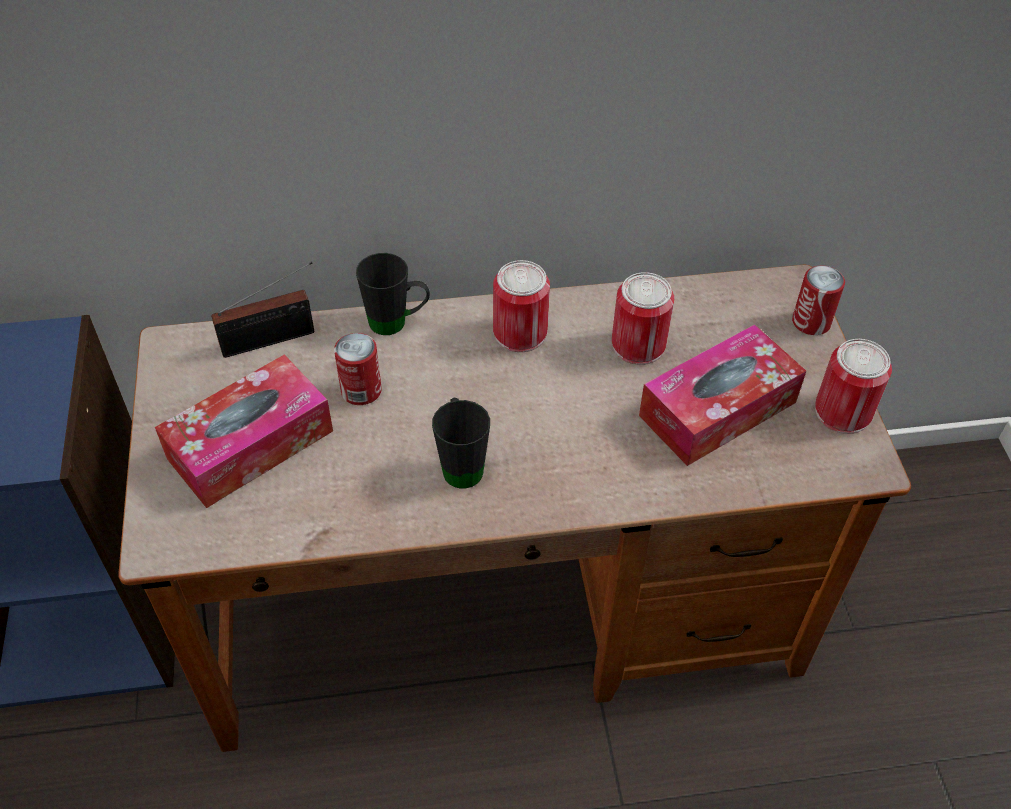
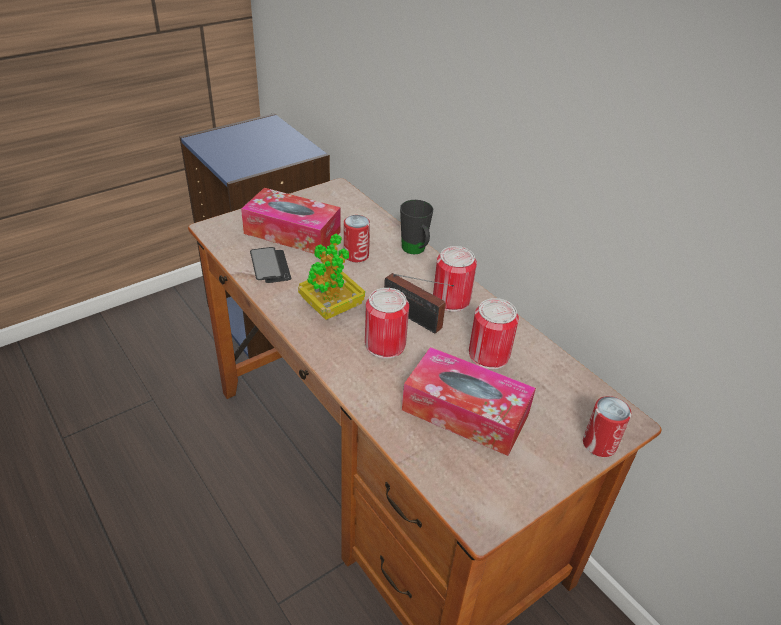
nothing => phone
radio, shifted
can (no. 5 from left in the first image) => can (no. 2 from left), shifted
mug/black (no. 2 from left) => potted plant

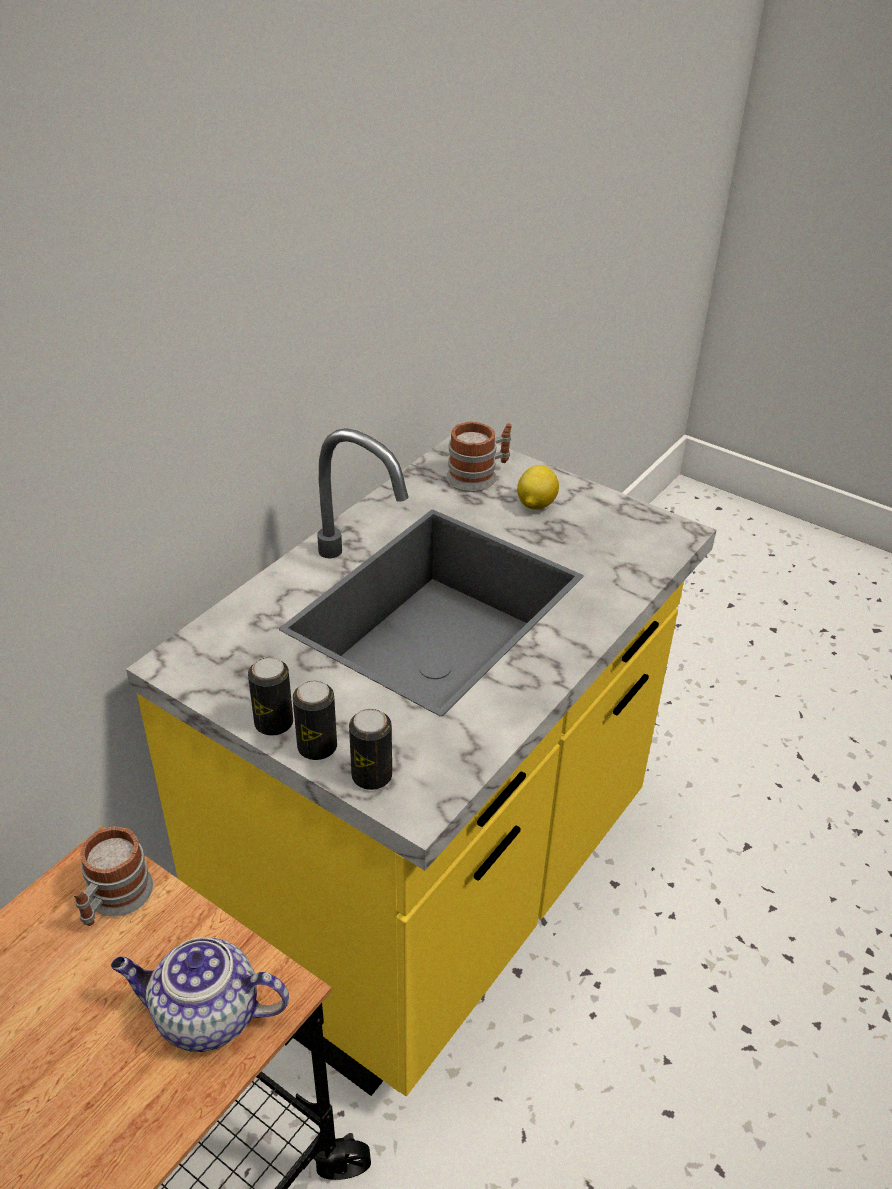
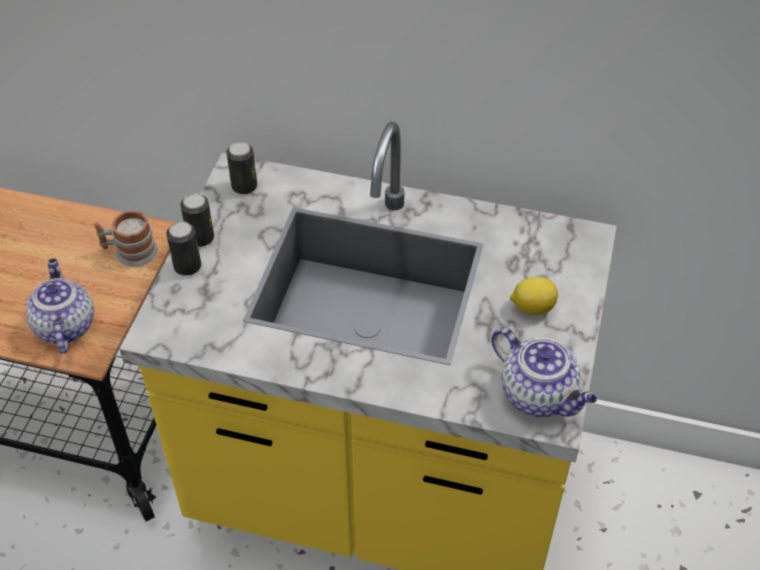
mug (no. 2 from left) => nothing
nothing => teapot (no. 2 from left)
can (no. 3 from left), shifted

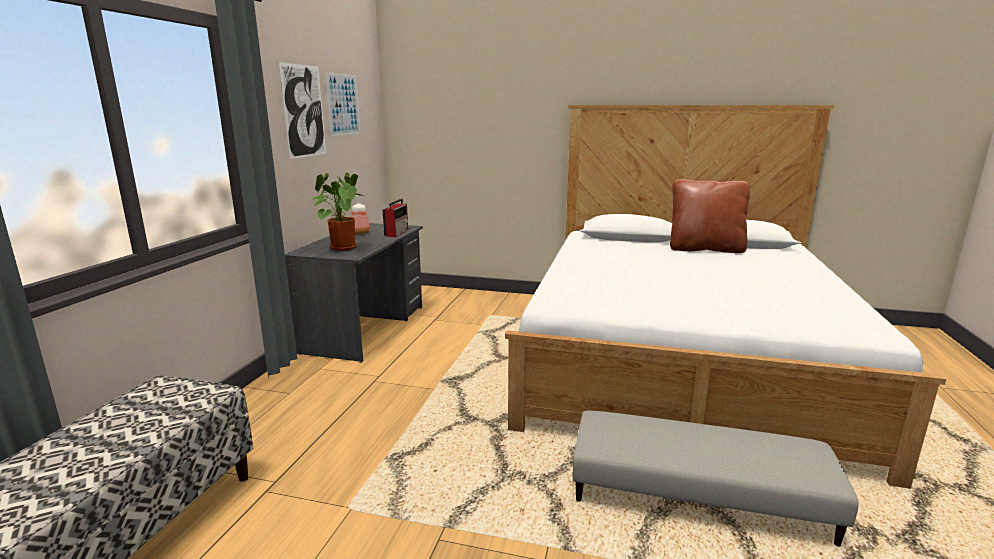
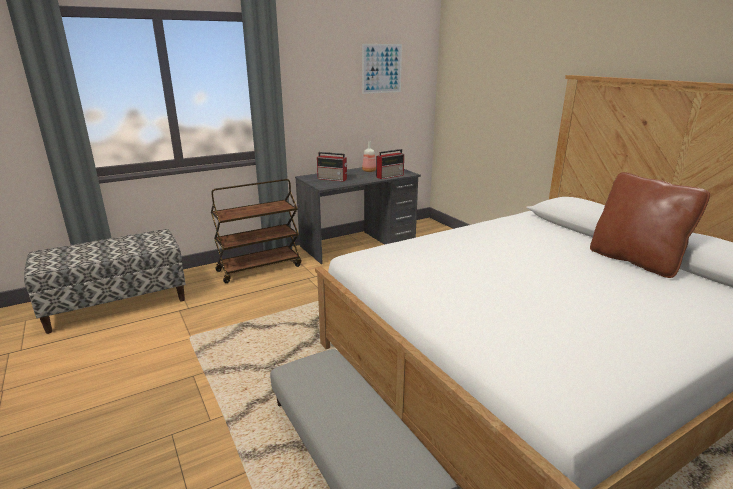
picture (no. 1 from left) => nothing
nothing => cart/brown
potted plant => radio (no. 1 from left)

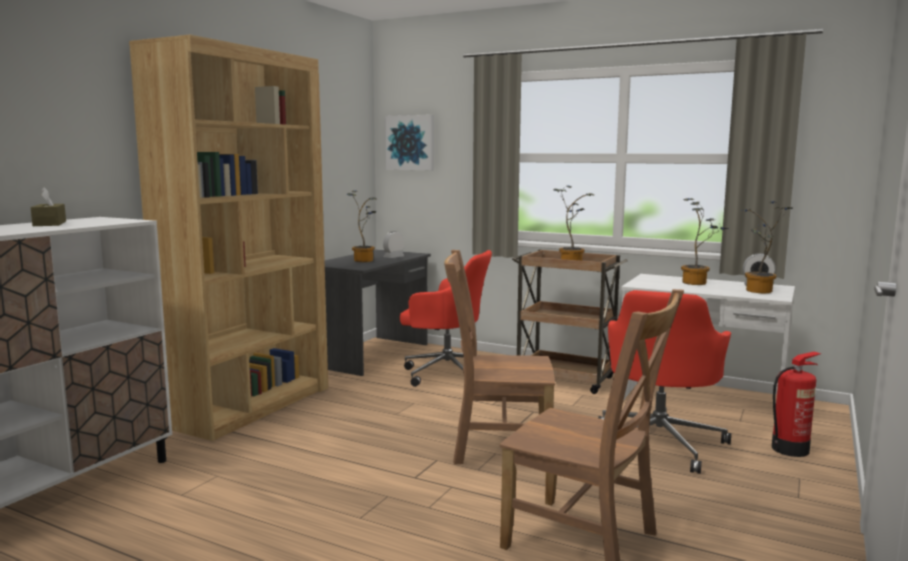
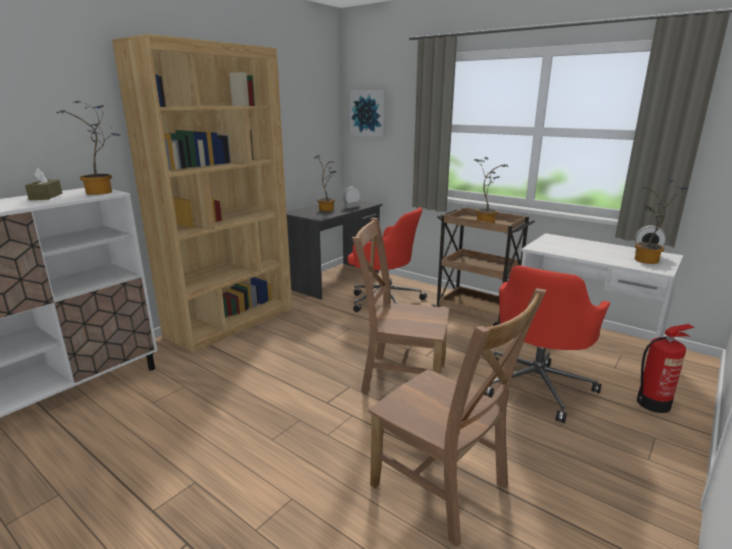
potted plant (no. 3 from left in the first image) => potted plant (no. 1 from left), shifted

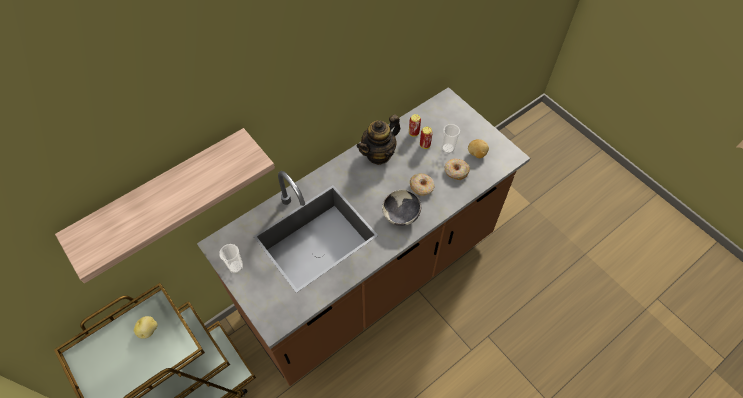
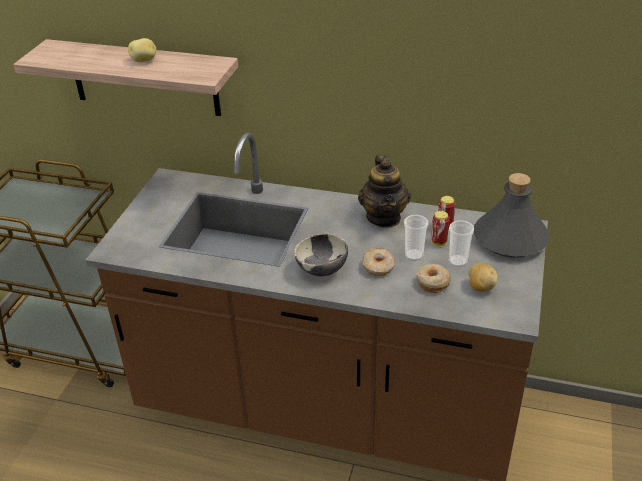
nothing => bottle/grey
potato (no. 1 from left), shifted
cup (no. 1 from left), shifted
teapot, 105 degrees counterclockwise

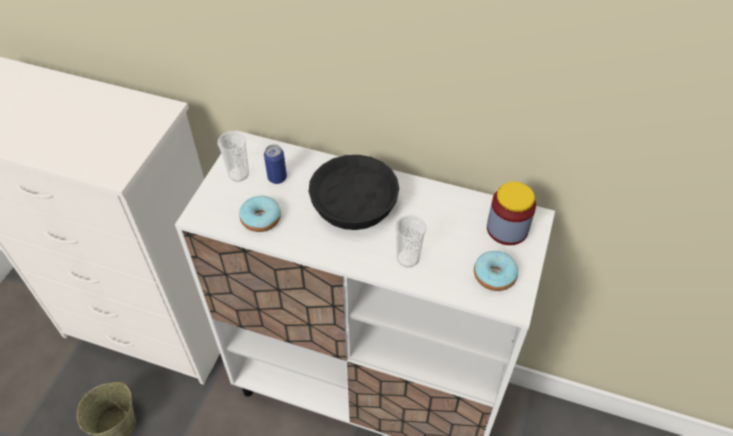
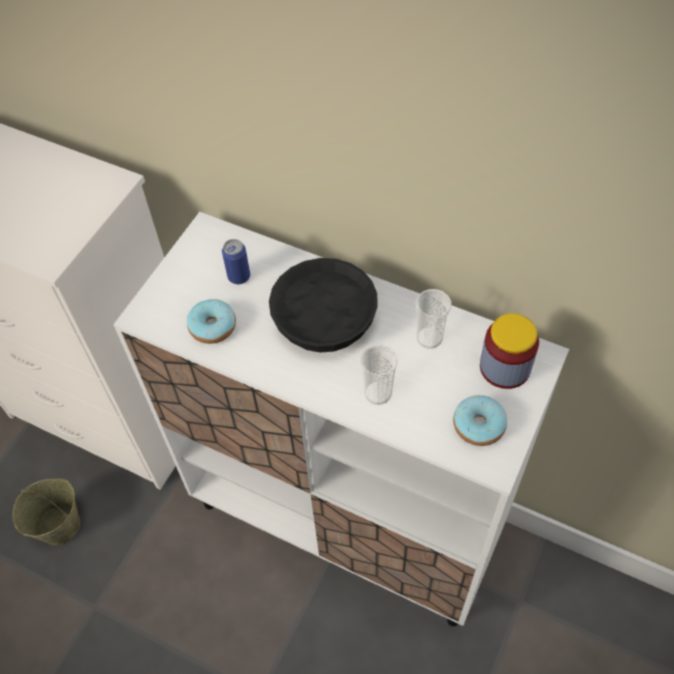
cup (no. 1 from left in the first image) => cup (no. 2 from left), shifted

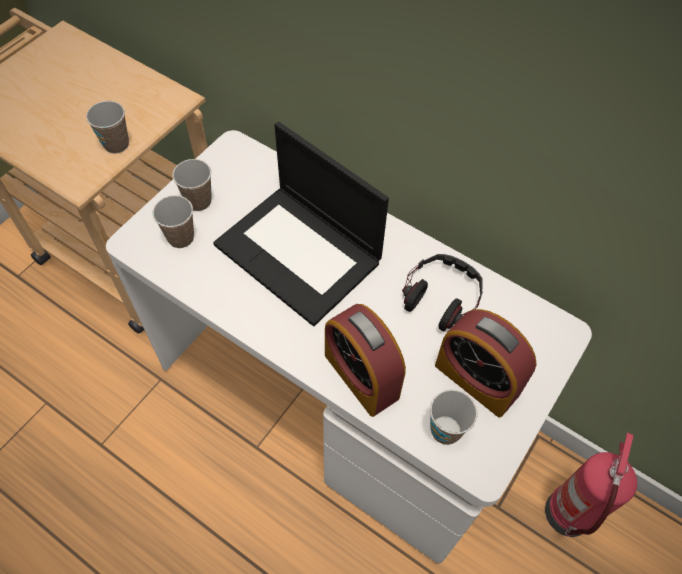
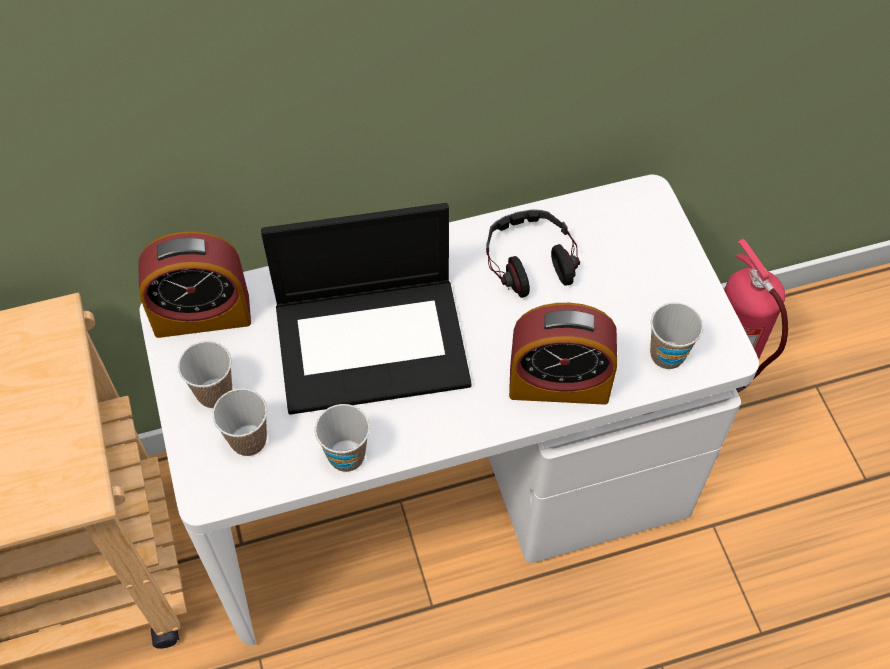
cup (no. 1 from left in the first image) => cup (no. 3 from left), shifted
alarm clock (no. 2 from left in the first image) => alarm clock (no. 1 from left), shifted

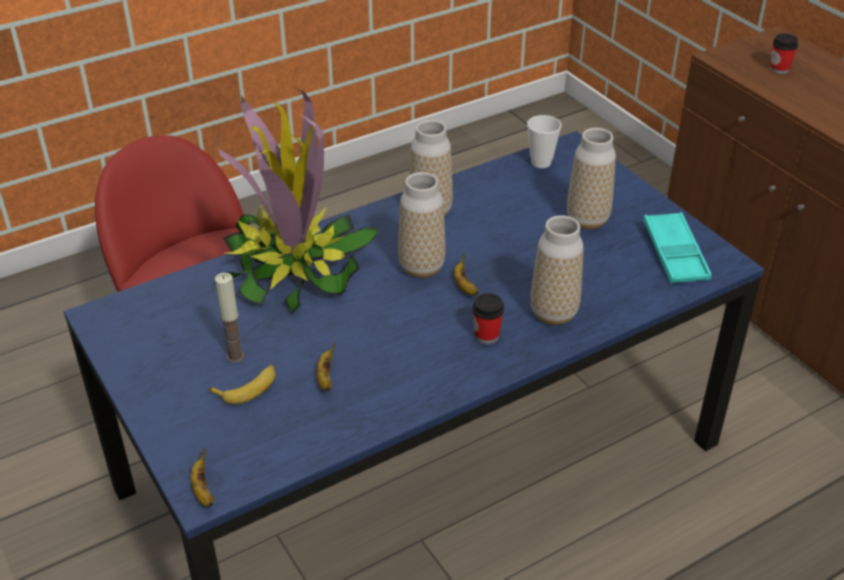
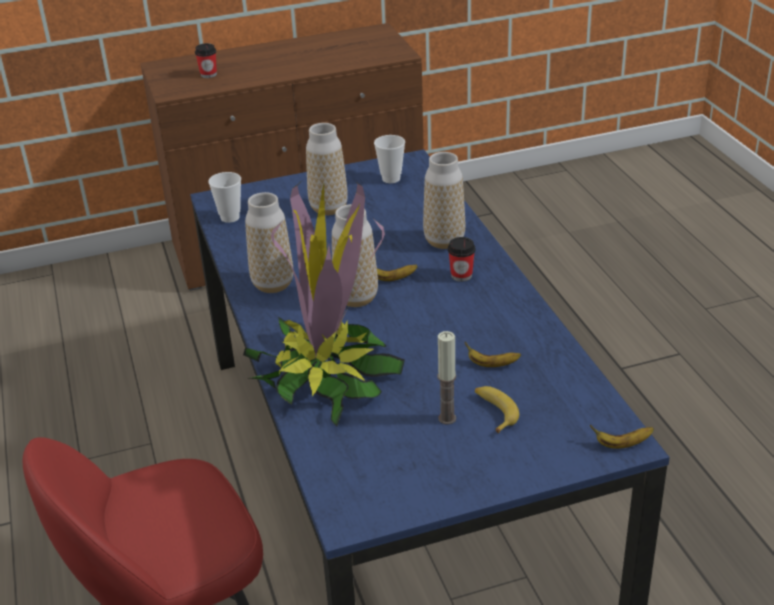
tray/turquoise => cup (no. 3 from left)

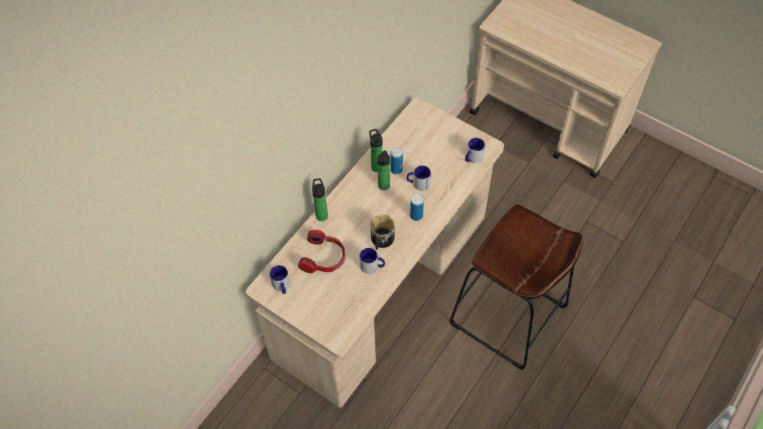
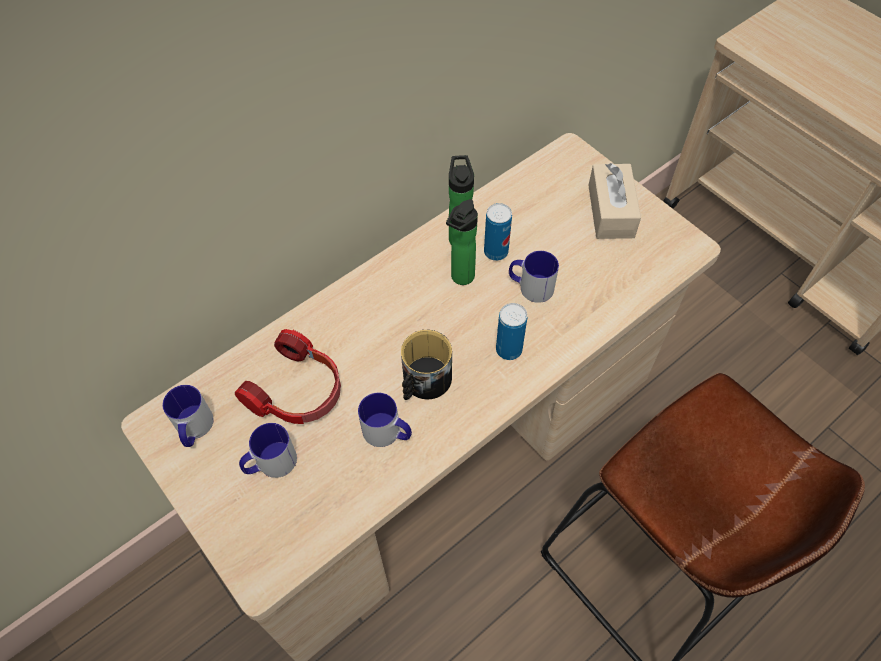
bottle (no. 1 from left) => nothing
nothing => tissue box/beige
mug (no. 5 from left in the first image) => mug (no. 2 from left), shifted

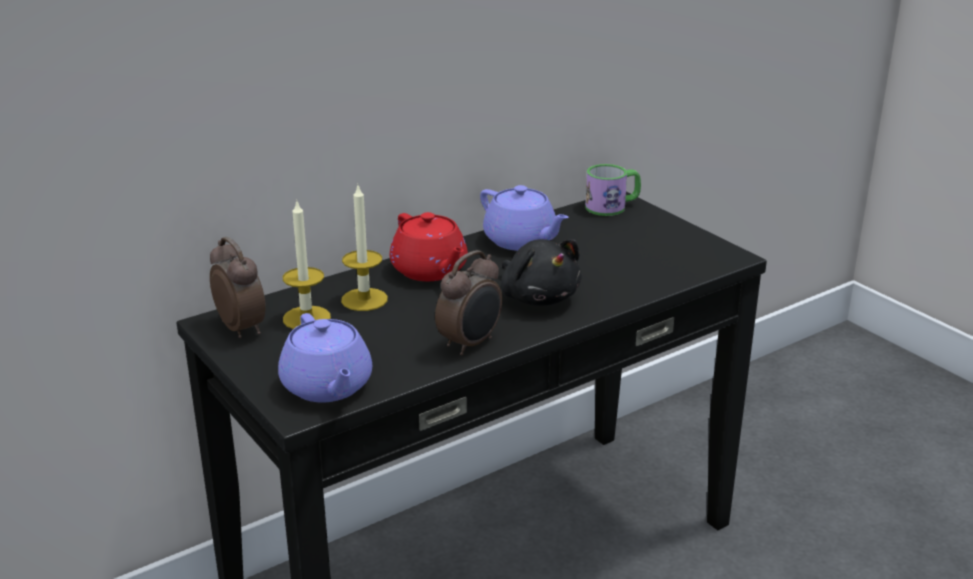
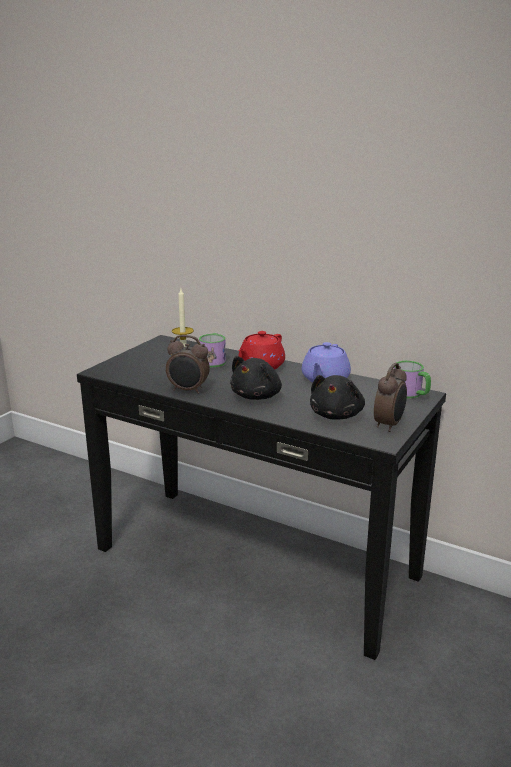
teapot/purple (no. 1 from left) => nothing
nothing => plush toy/black (no. 2 from left)
alarm clock (no. 1 from left in the first image) => alarm clock (no. 2 from left), shifted
candle (no. 2 from left) => mug (no. 1 from left)

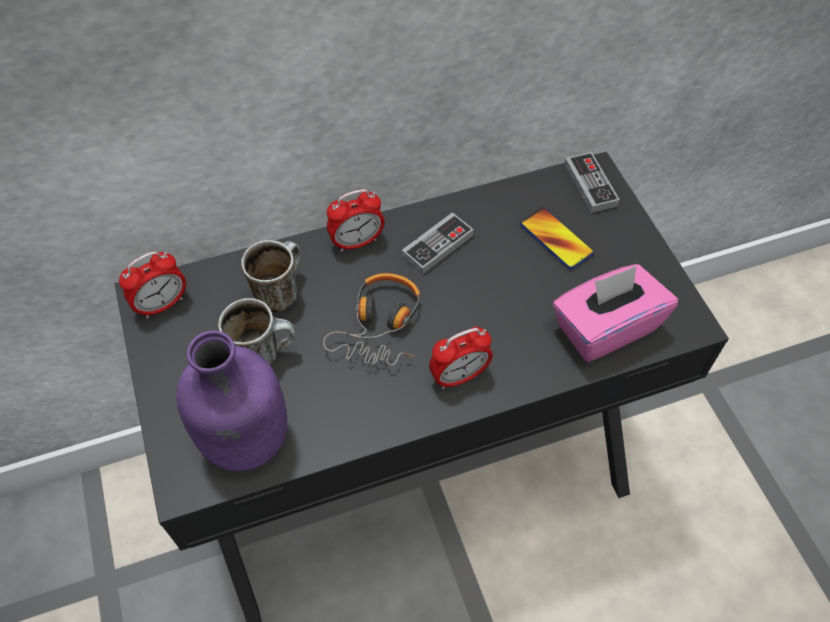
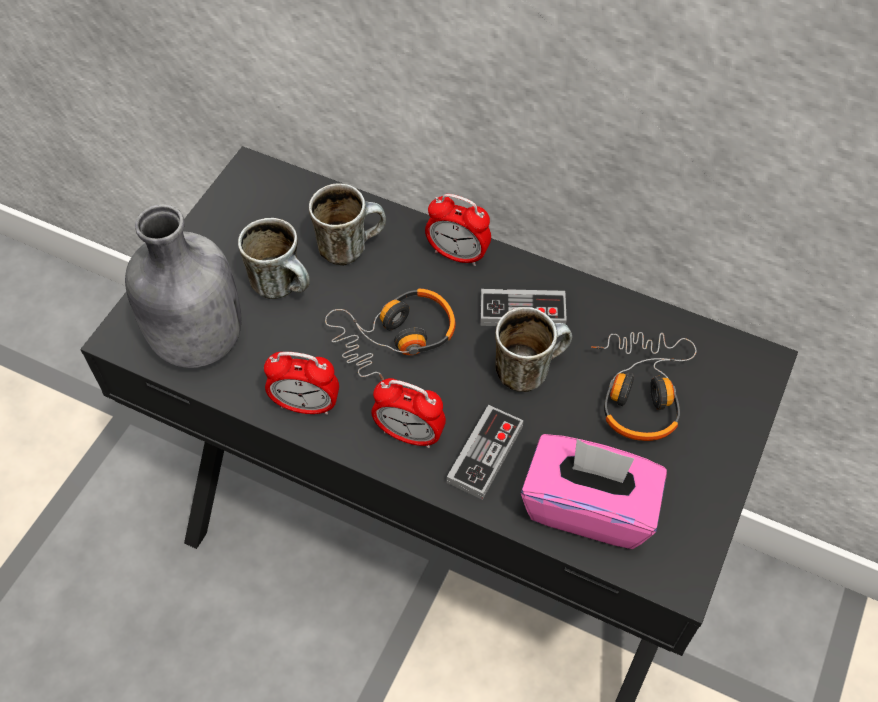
nothing => mug (no. 3 from left)
alarm clock (no. 1 from left), shifted
game controller (no. 2 from left in the first image) => game controller (no. 1 from left), shifted
phone => headphones (no. 2 from left)
bottle/purple => bottle/grey

